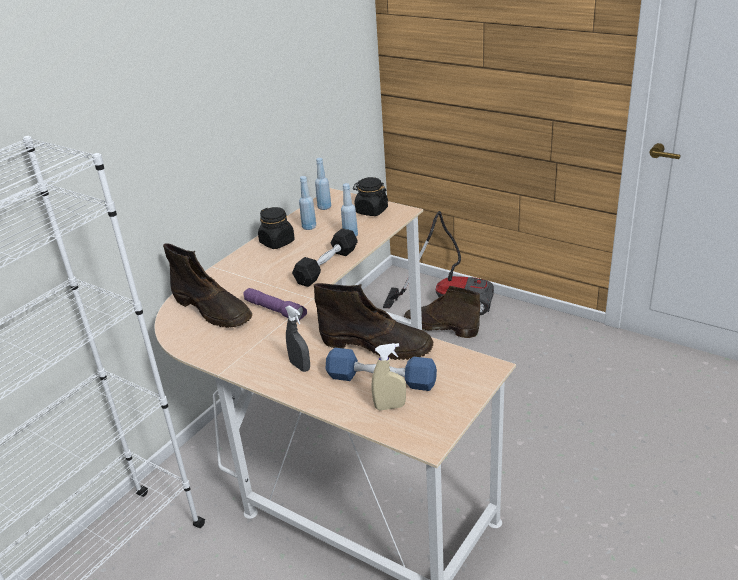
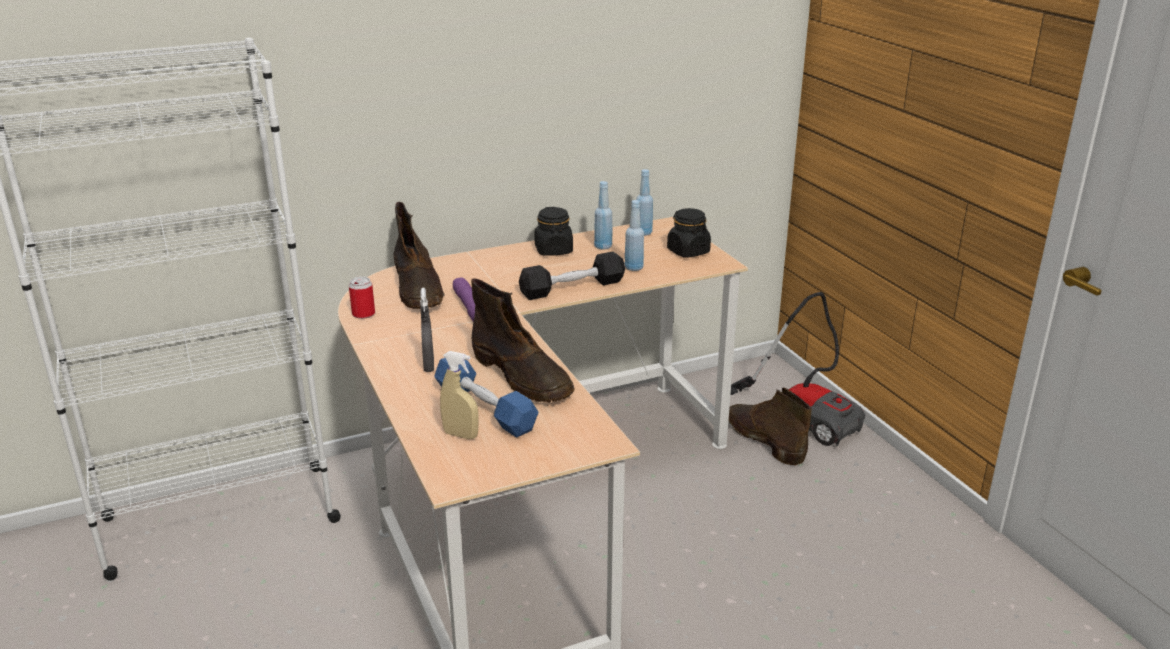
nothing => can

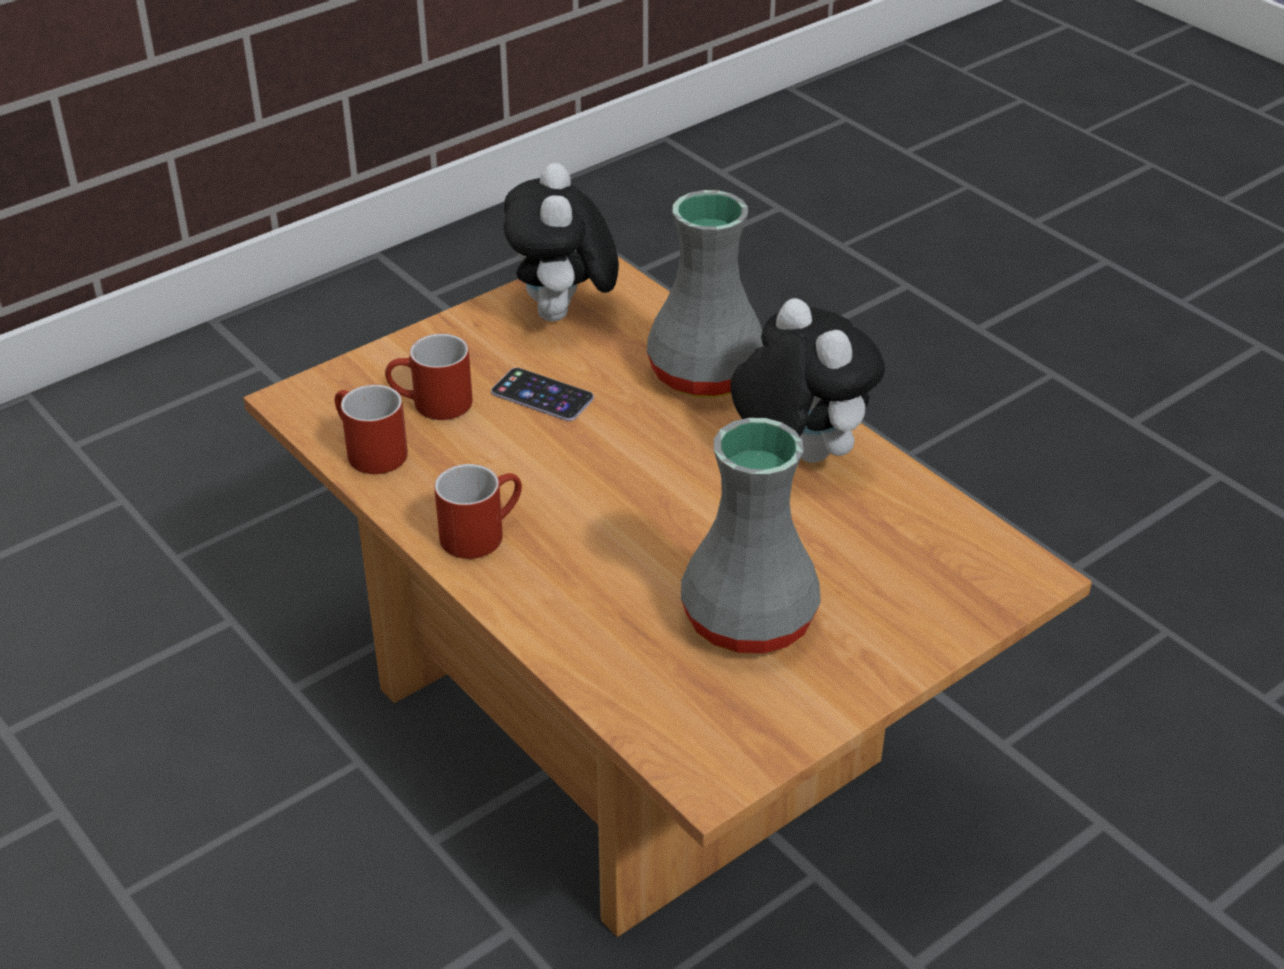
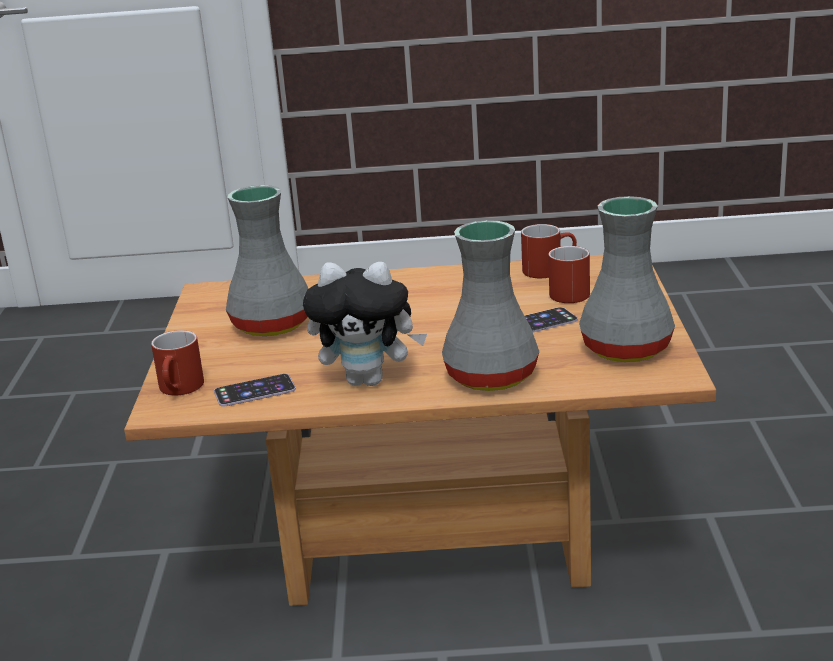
nothing => phone (no. 1 from left)
mug/red (no. 3 from left in the first image) => mug/red (no. 1 from left), shifted
plush toy (no. 1 from left) => vase/grey (no. 3 from left)

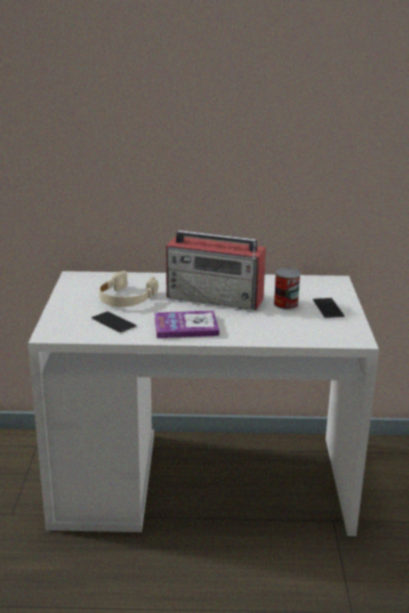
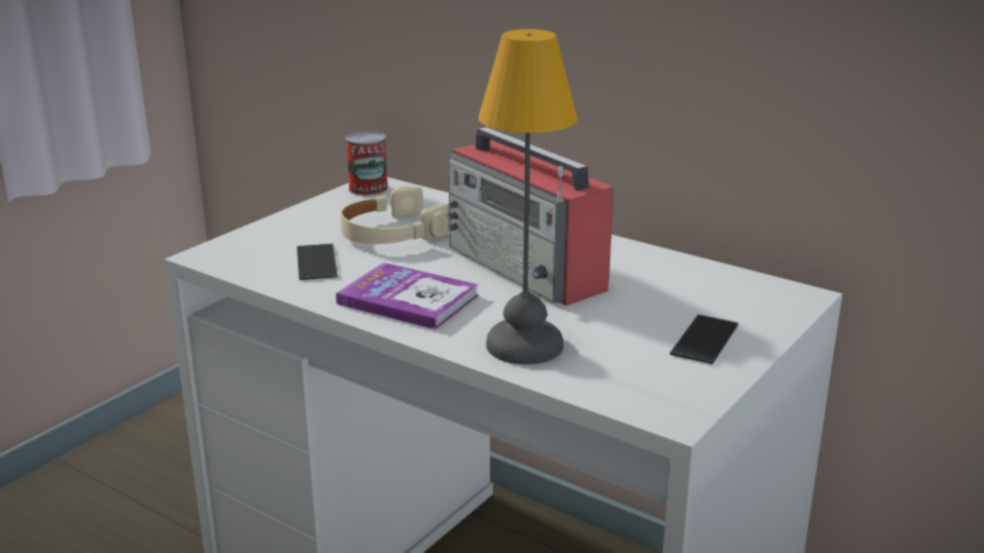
nothing => table lamp
can, shifted

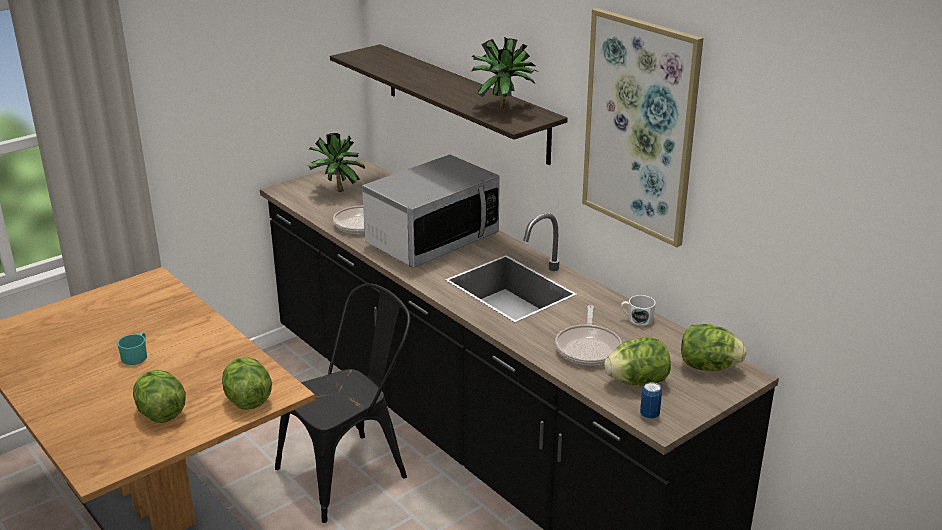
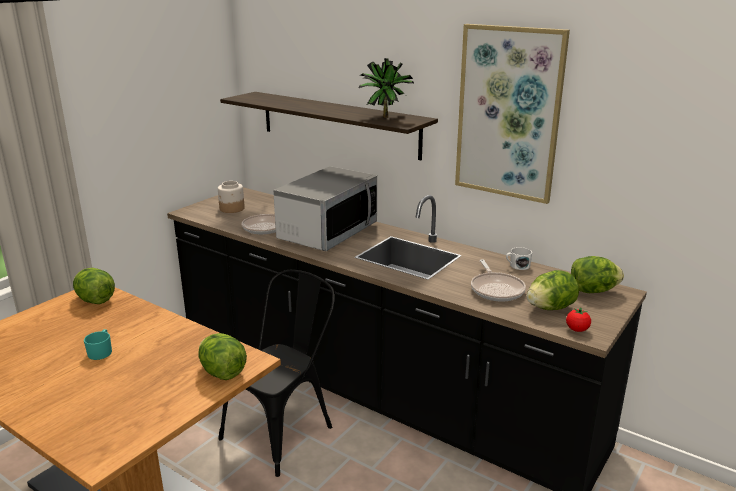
lettuce (no. 1 from left), shifted
potted plant (no. 1 from left) => jar
can => tomato

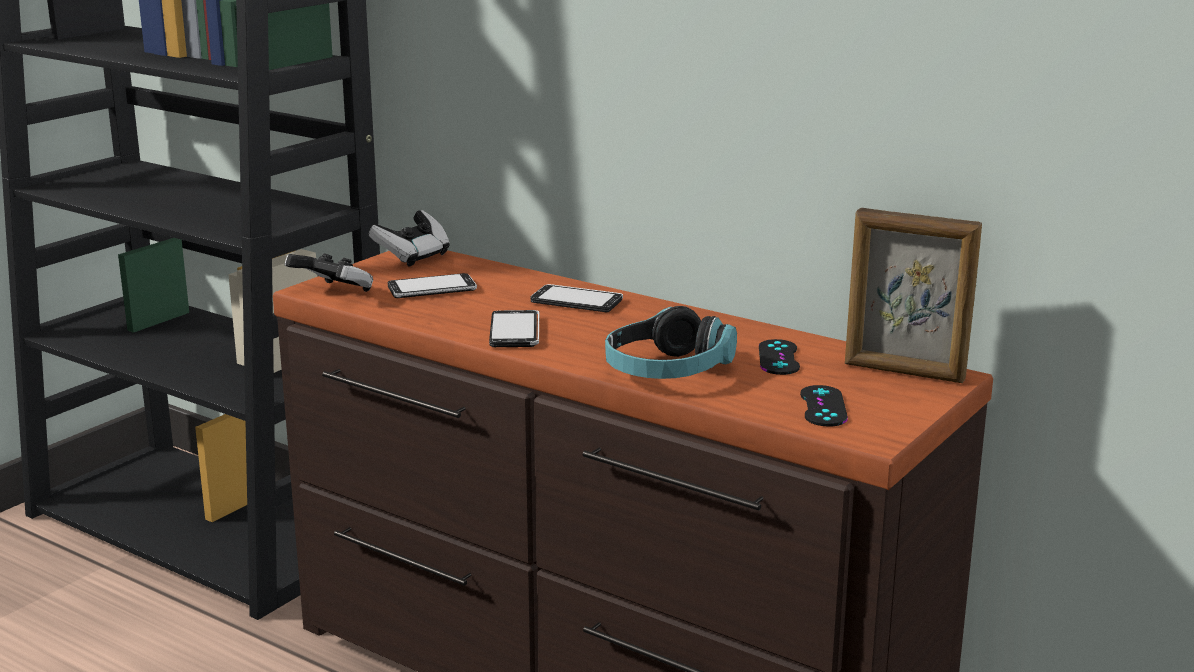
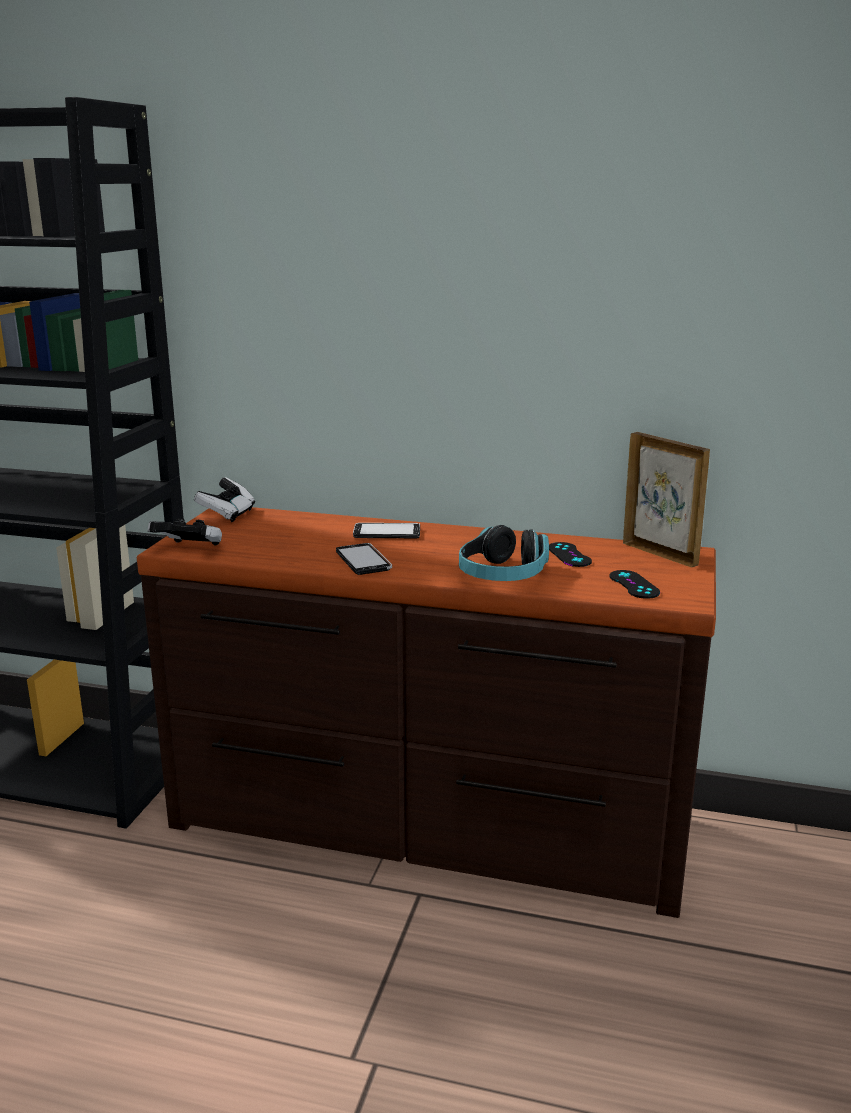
phone (no. 1 from left) => nothing
picture frame, 135 degrees counterclockwise

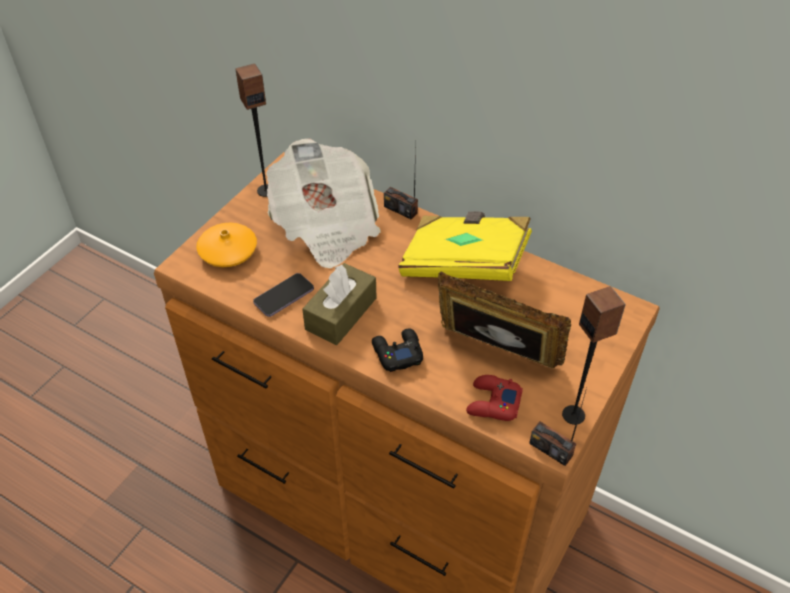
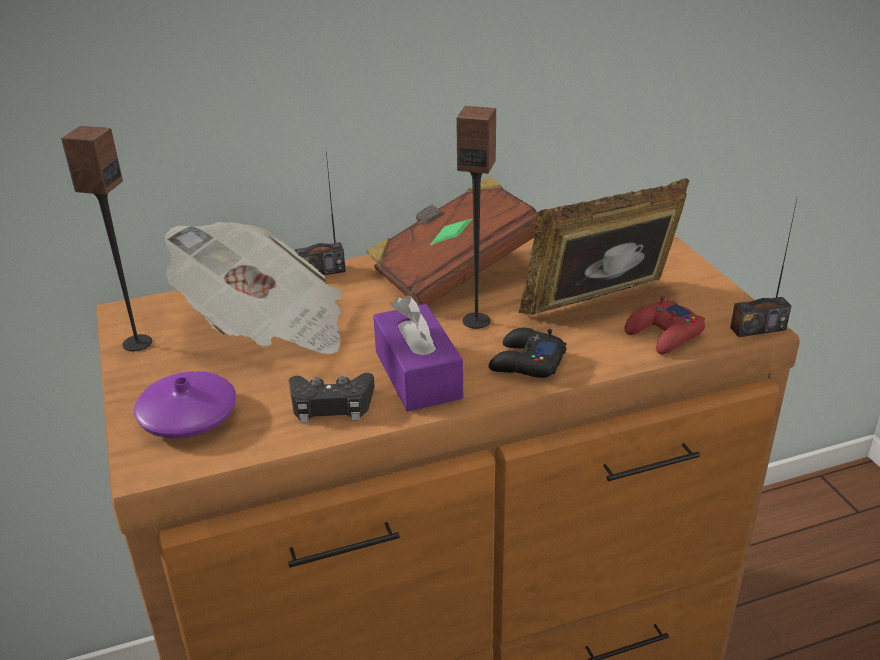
speaker (no. 2 from left), shifted
phone => game controller/black (no. 1 from left)
vase/orange => vase/purple
tissue box/brown => tissue box/purple
book/yellow => book/brown

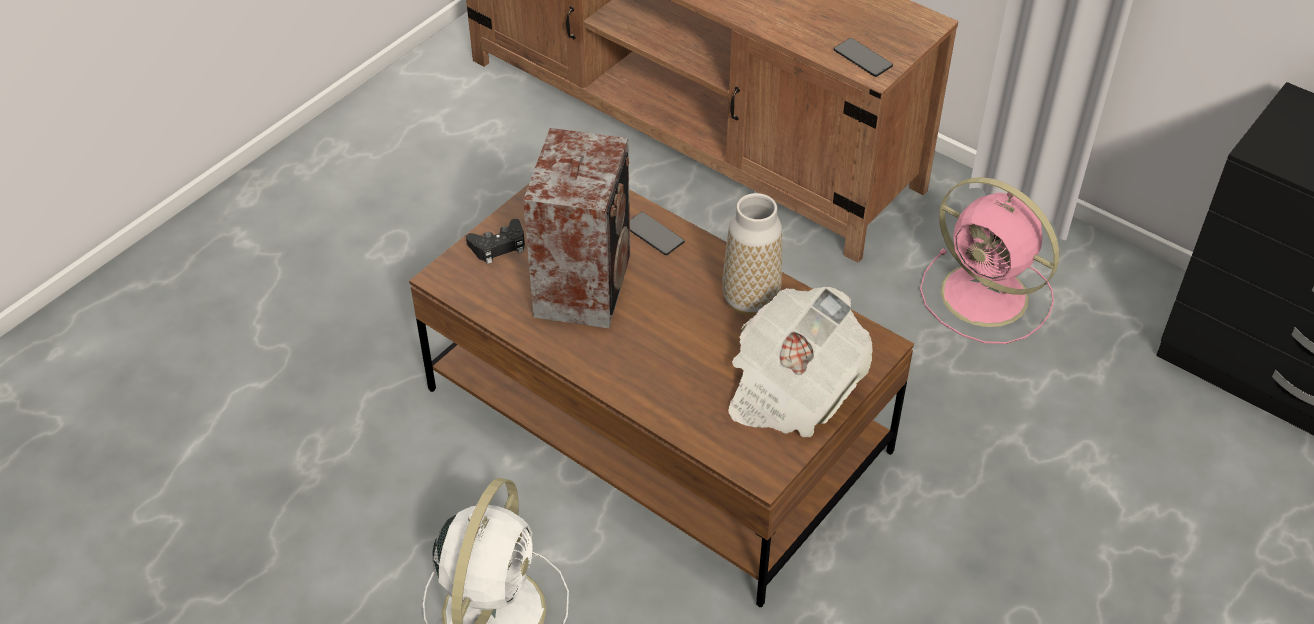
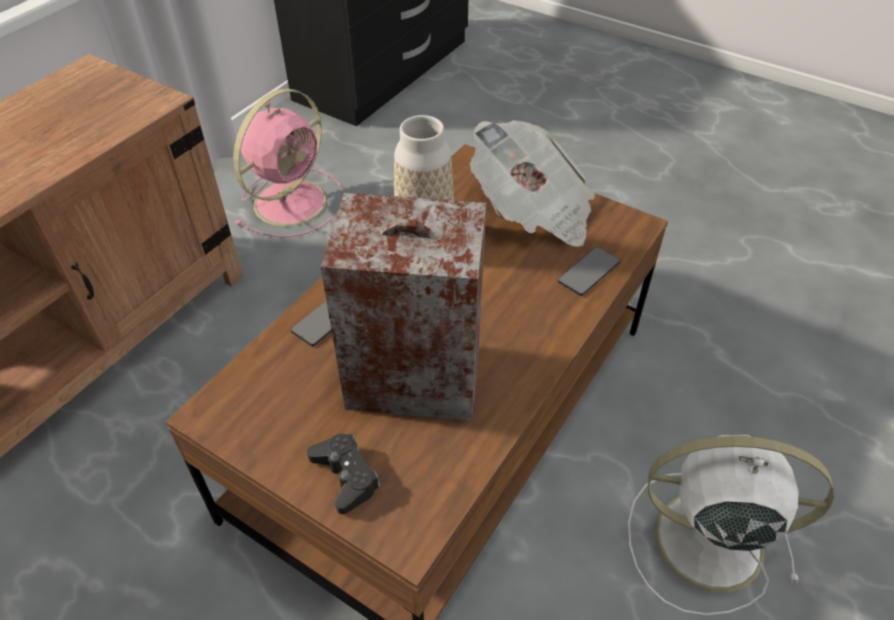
phone (no. 2 from left), shifted

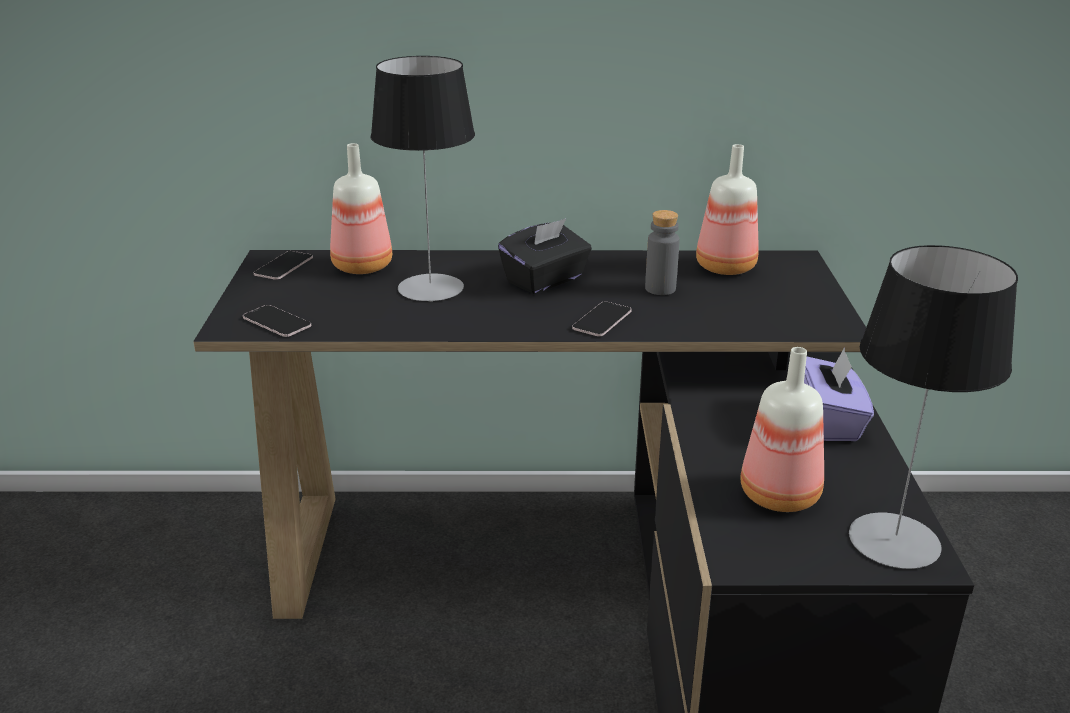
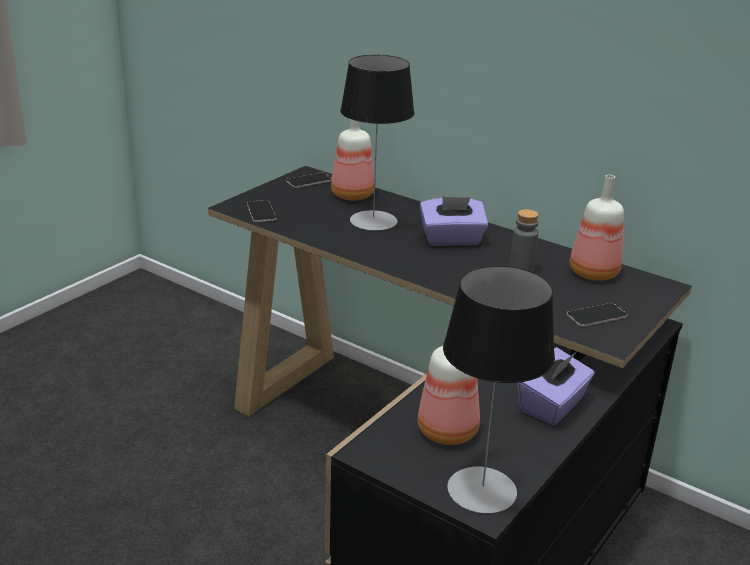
phone (no. 3 from left), shifted
tissue box/black => tissue box/purple (no. 1 from left)

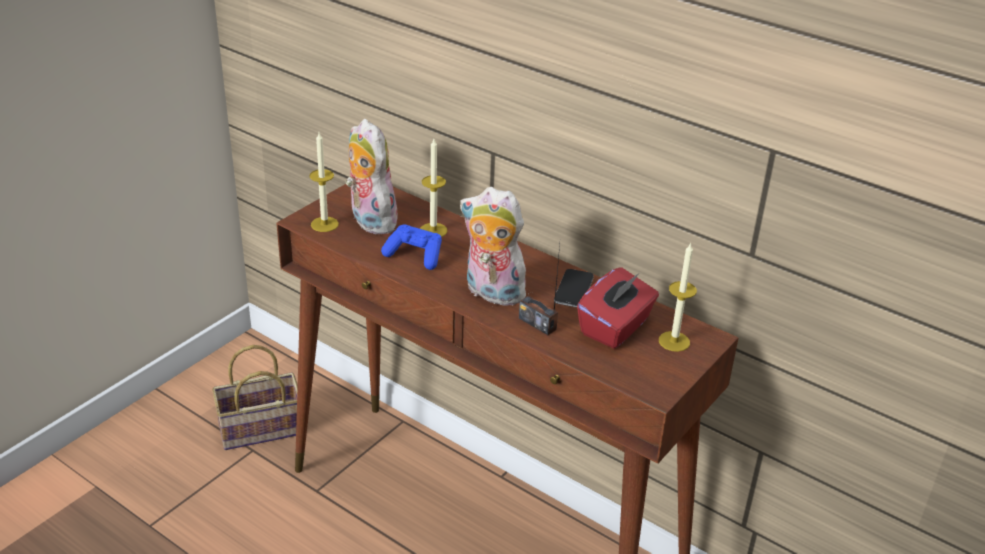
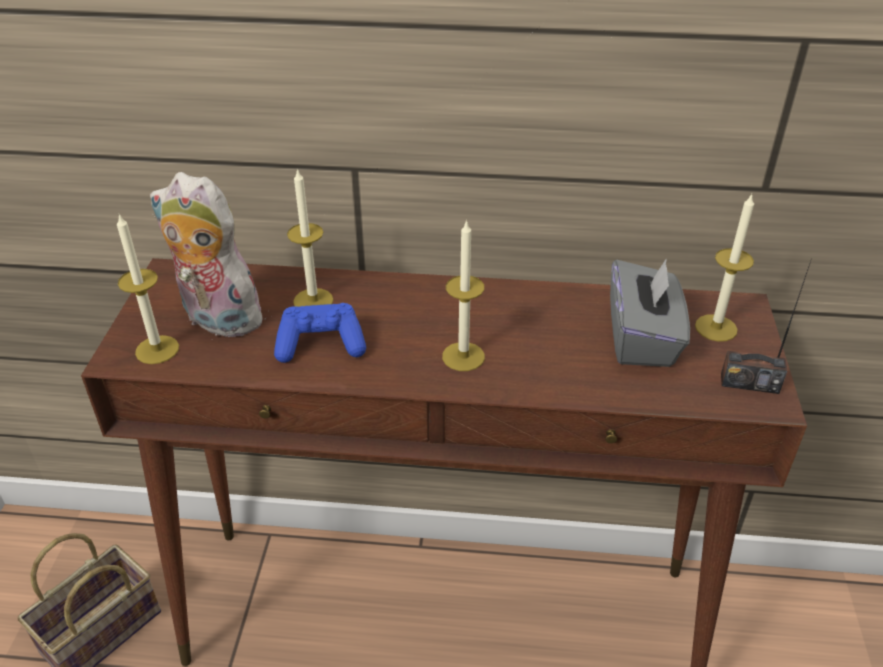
phone => nothing
radio, shifted
plush toy (no. 2 from left) => candle (no. 3 from left)
tissue box/red => tissue box/grey

